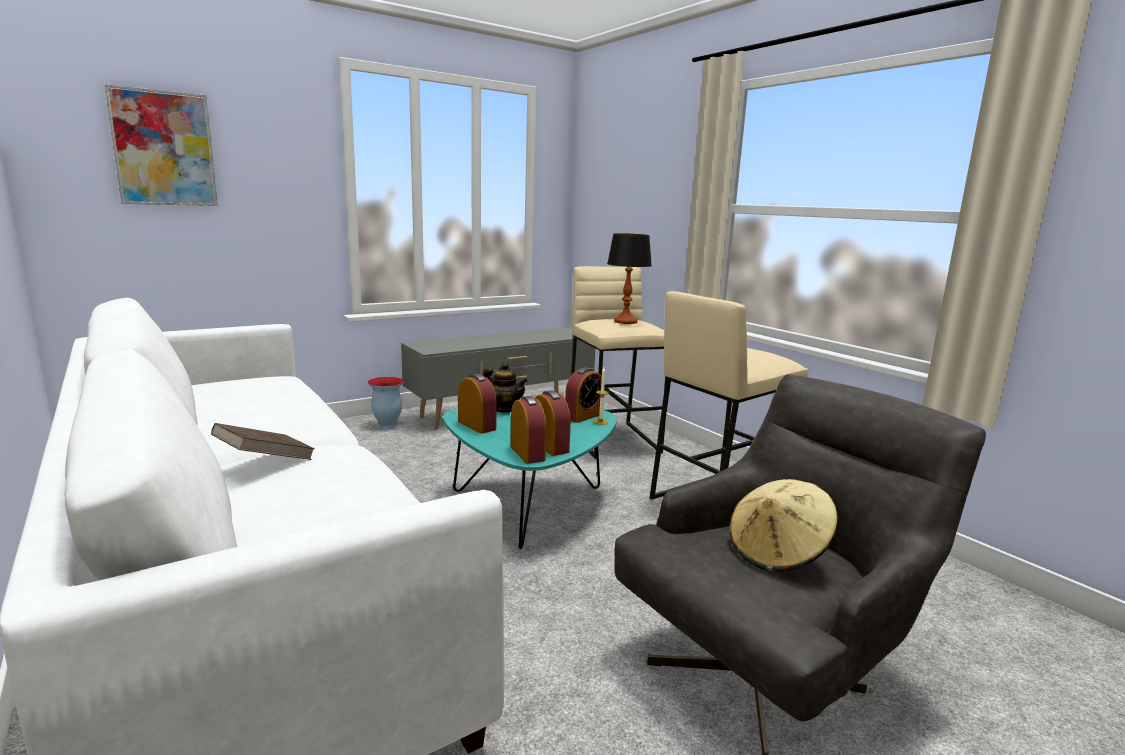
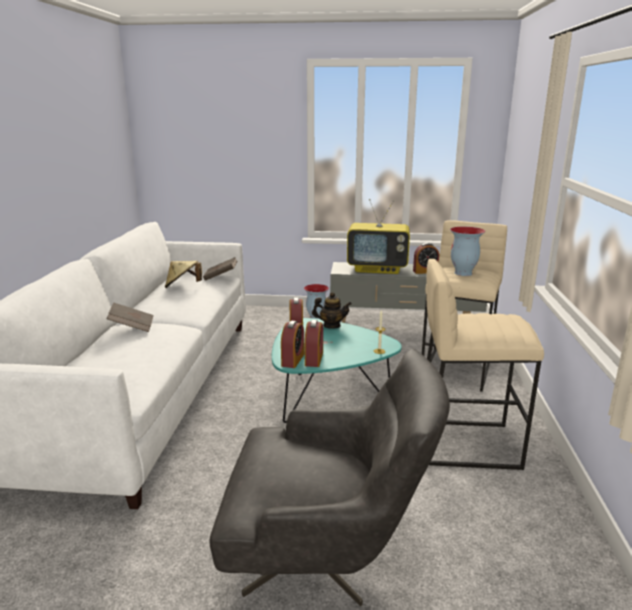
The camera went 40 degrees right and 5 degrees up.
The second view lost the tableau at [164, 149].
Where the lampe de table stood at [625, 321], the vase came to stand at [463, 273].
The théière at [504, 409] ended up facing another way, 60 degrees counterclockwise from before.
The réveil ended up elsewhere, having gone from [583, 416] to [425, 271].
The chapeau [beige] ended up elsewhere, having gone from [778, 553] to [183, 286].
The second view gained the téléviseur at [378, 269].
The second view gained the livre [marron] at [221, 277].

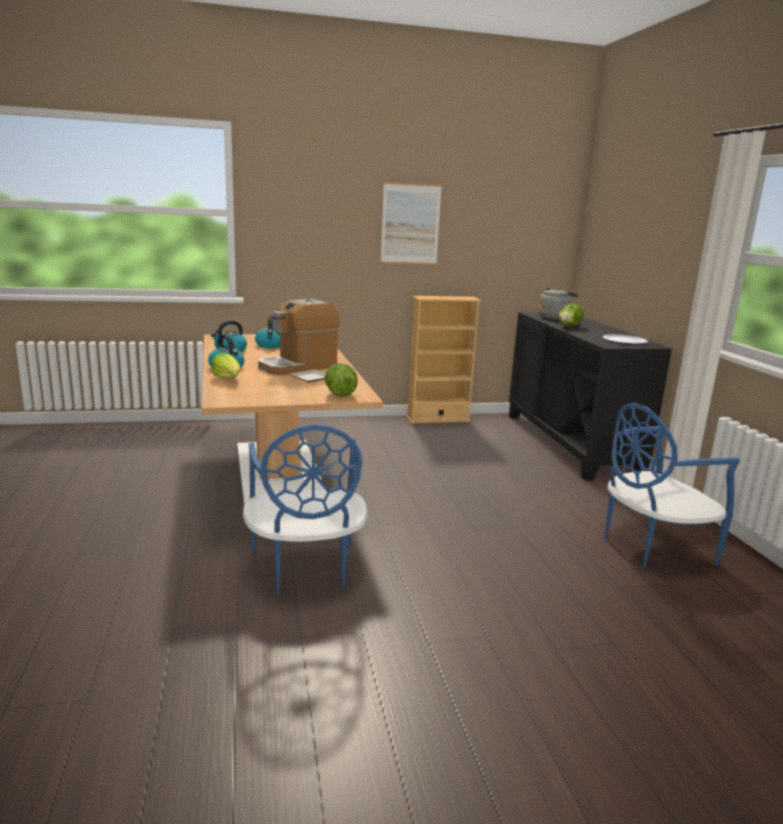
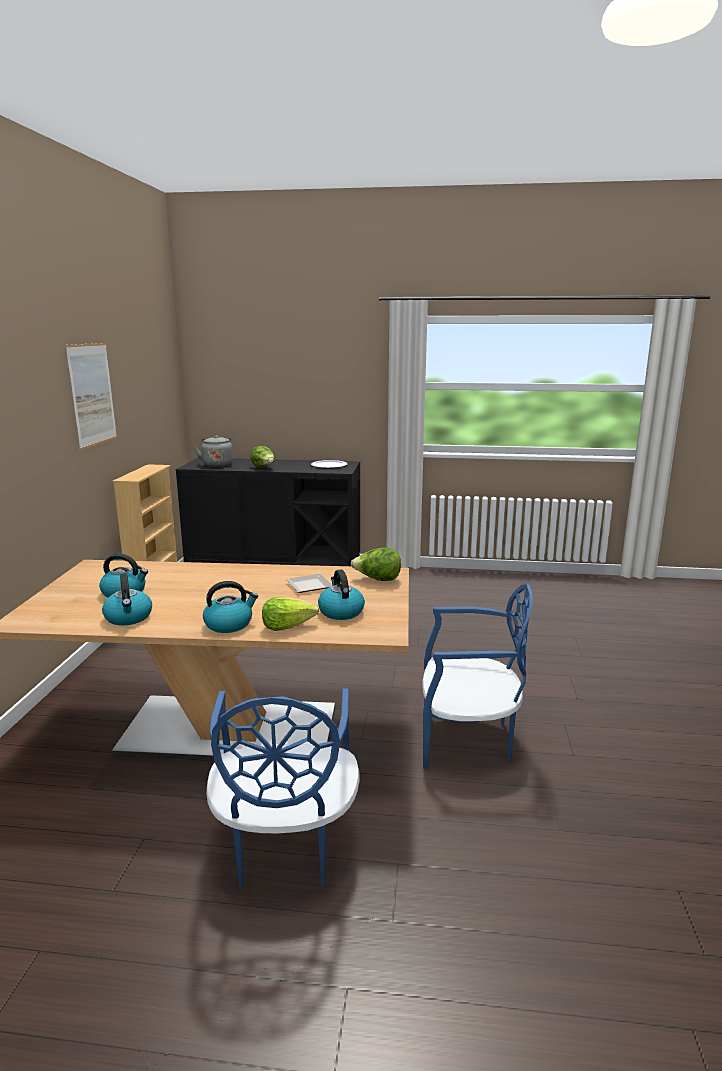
The camera went 70 degrees left and 0 degrees up.
The second view lost the machine à café at [298, 366].
The chaise [bleu] ended up elsewhere, having gone from [651, 547] to [285, 847].
The second view gained the bouilloire at [340, 612].

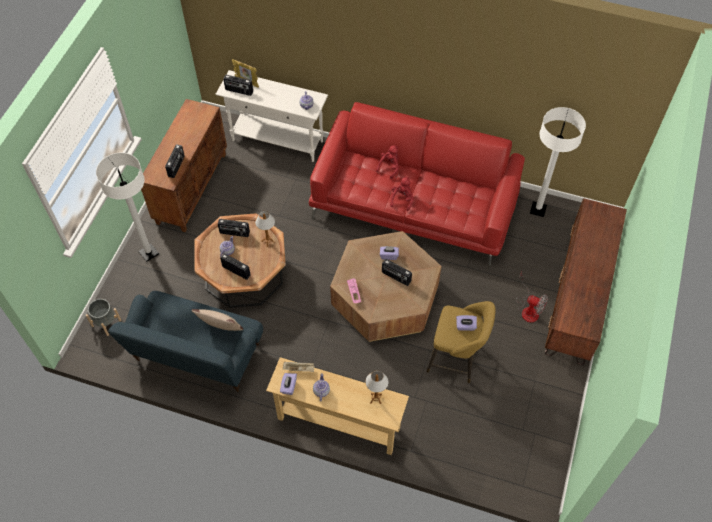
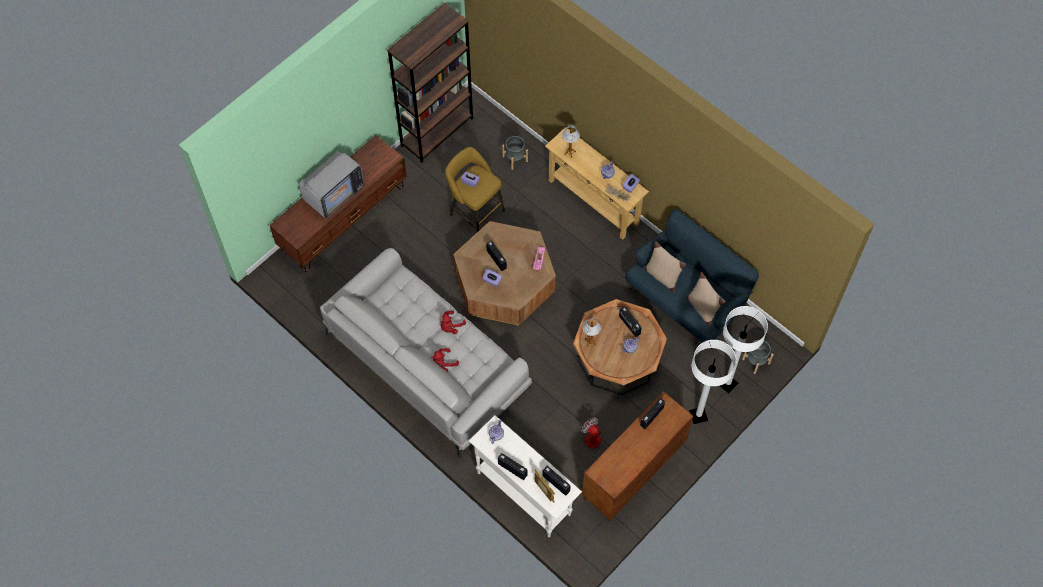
The camera went 155 degrees left and 5 degrees up.
What was the canapé [rouge] at [415, 203] turned into the canapé [gris] at [426, 362].
The lampadaire [blanc] ended up elsewhere, having gone from [538, 210] to [727, 384].
The radio ended up elsewhere, having gone from [234, 233] to [512, 469].
The ventilateur ended up elsewhere, having gone from [528, 309] to [591, 446].
The second view gained the bibliothèque [marron] at [437, 131].
The second view gained the cache-pot [gris] at [515, 158].
The second view gained the téléviseur at [333, 194].
The second view gained the coussin [beige] at [702, 308].

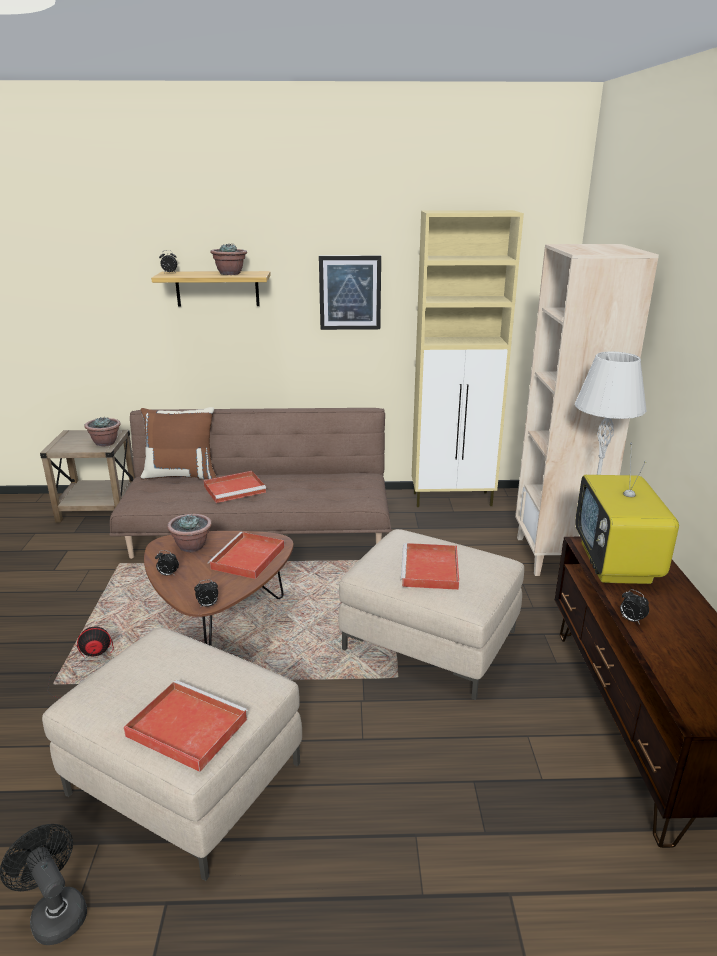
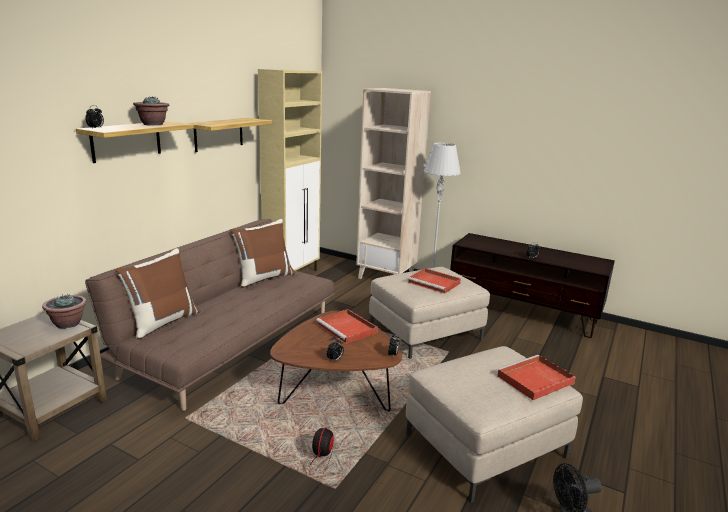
The camera went 60 degrees left and 5 degrees down.
Where the tableau hung at [350, 292], the étagère came to hang at [219, 134].
The second view lost the téléviseur at [616, 564].
The second view lost the plateau [rouge] at [235, 489].
The second view lost the plante en pot at [192, 546].
The second view gained the coussin [marron] at [264, 278].

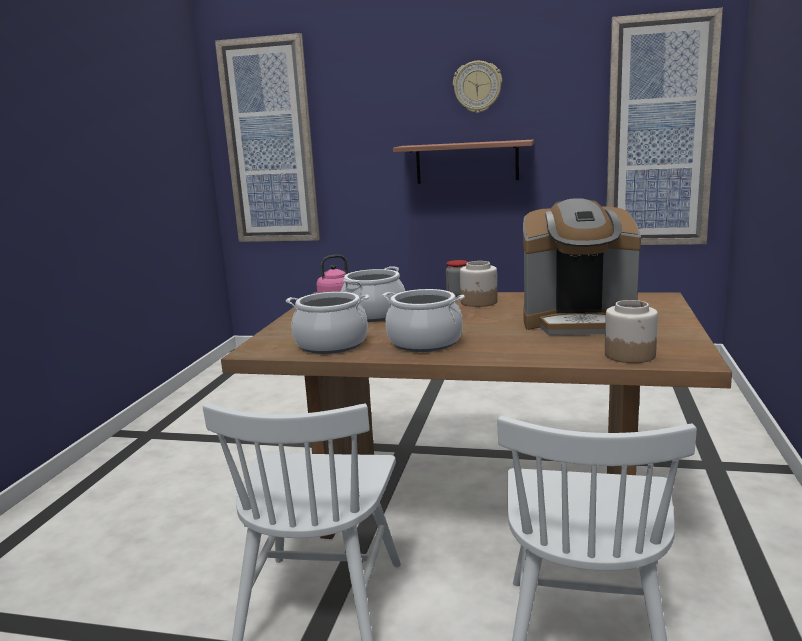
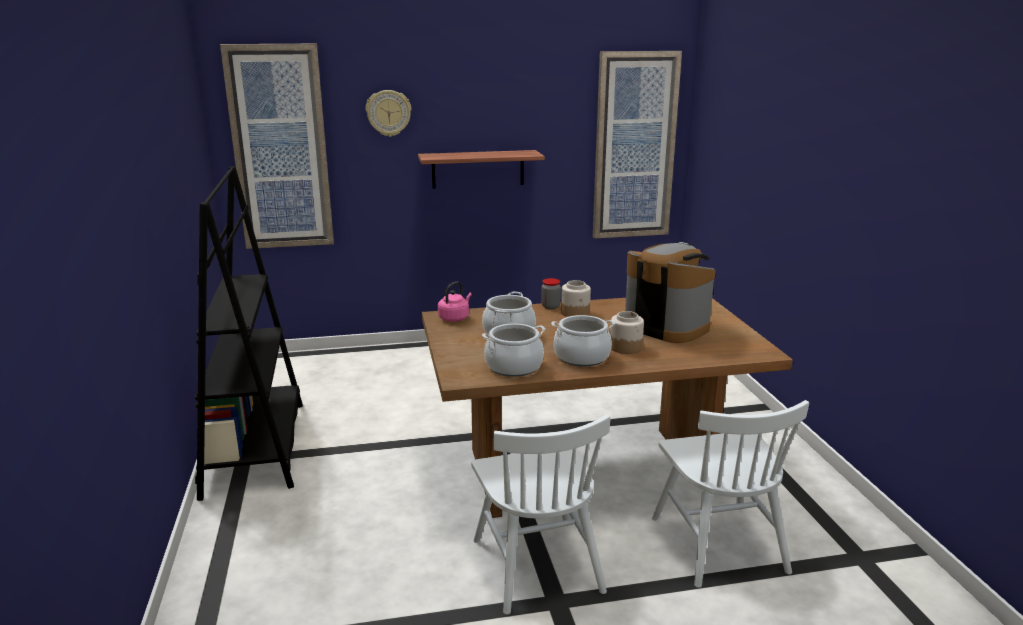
The camera went 25 degrees left and 5 degrees up.
The horloge murale ended up elsewhere, having gone from [477, 87] to [388, 113].
The machine à café at [578, 322] ended up facing another way, 120 degrees counterclockwise from before.
The bocal ended up elsewhere, having gone from [630, 355] to [626, 347].
The second view gained the bibliothèque [noir] at [256, 448].

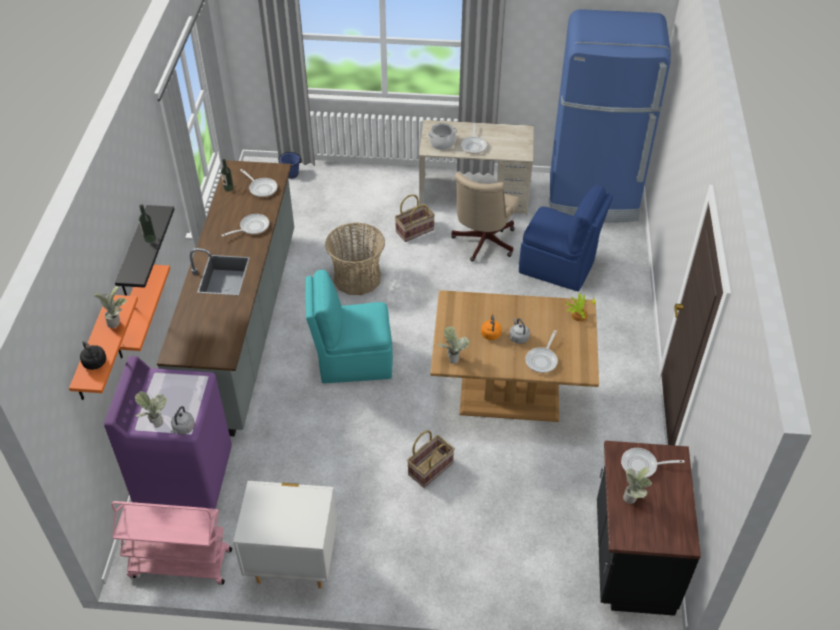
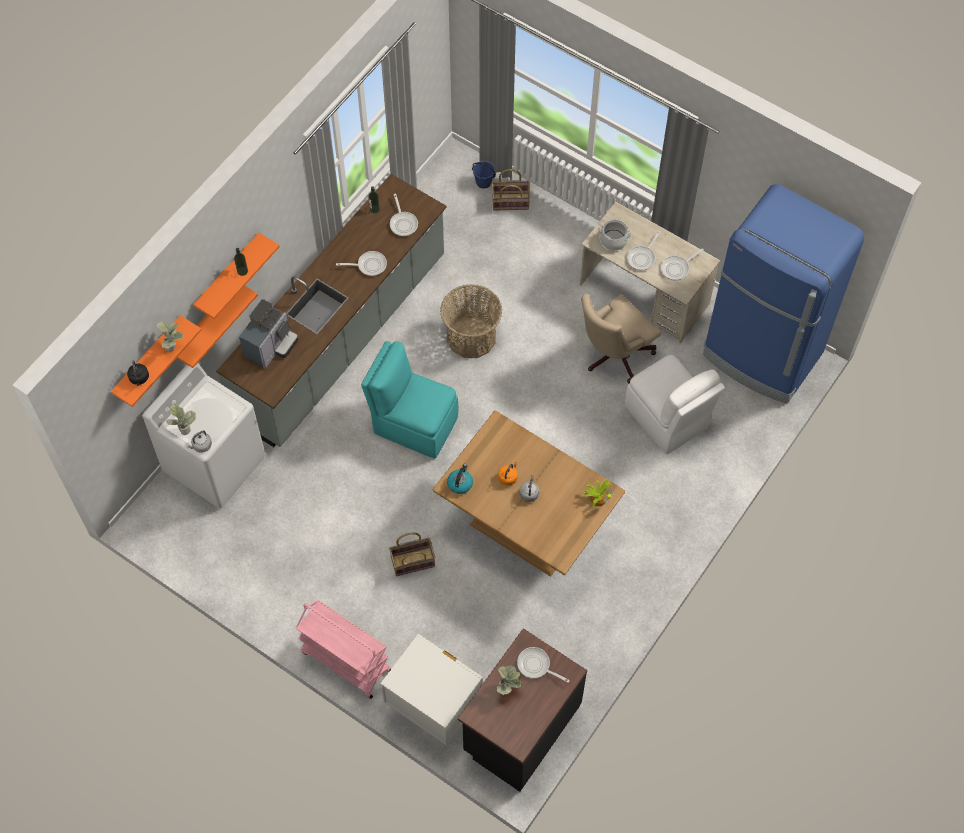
The camera went 30 degrees right and 15 degrees up.
What was the chaise [bleu] at [558, 268] turned into the chaise [blanc] at [667, 419].
The panier ended up elsewhere, having gone from [414, 230] to [510, 201].
What was the étagère [noir] at [134, 254] turned into the étagère [orange] at [228, 275].
Where the plante en pot stood at [452, 357], the bouilloire came to stand at [460, 483].
The poêle ended up elsewhere, having gone from [542, 360] to [677, 268].
What was the lave-linge [violet] at [184, 476] turned into the lave-linge [blanc] at [215, 464].
The table de chevet [blanc] ended up elsewhere, having gone from [293, 563] to [433, 708].
The chariot [rose] ended up elsewhere, having gone from [179, 564] to [345, 661].
The second view gained the machine à café at [271, 346].

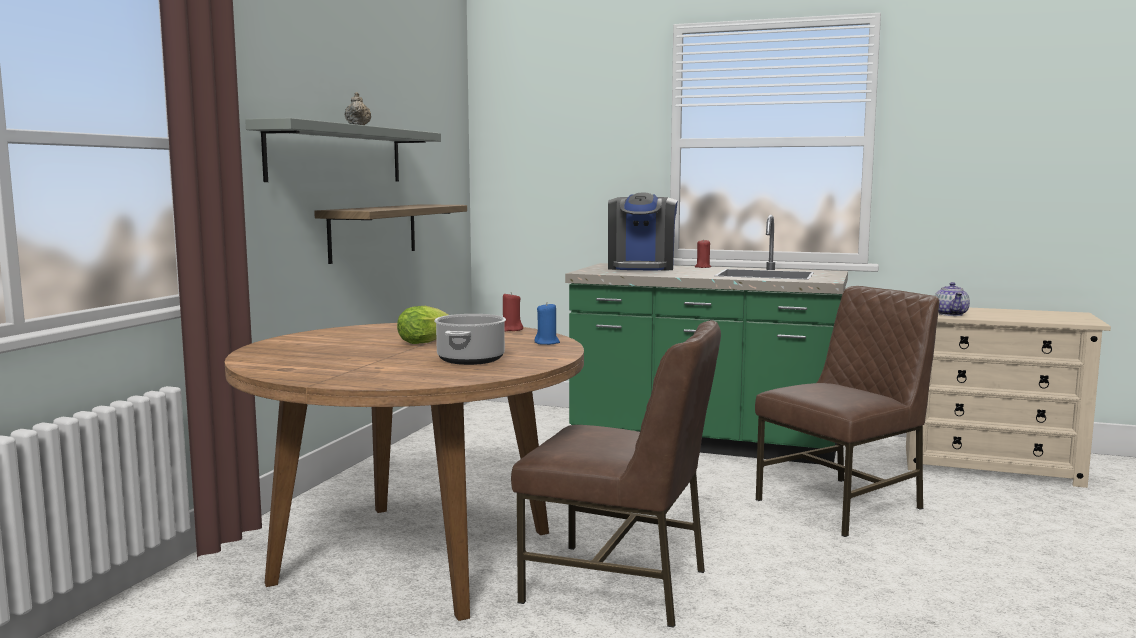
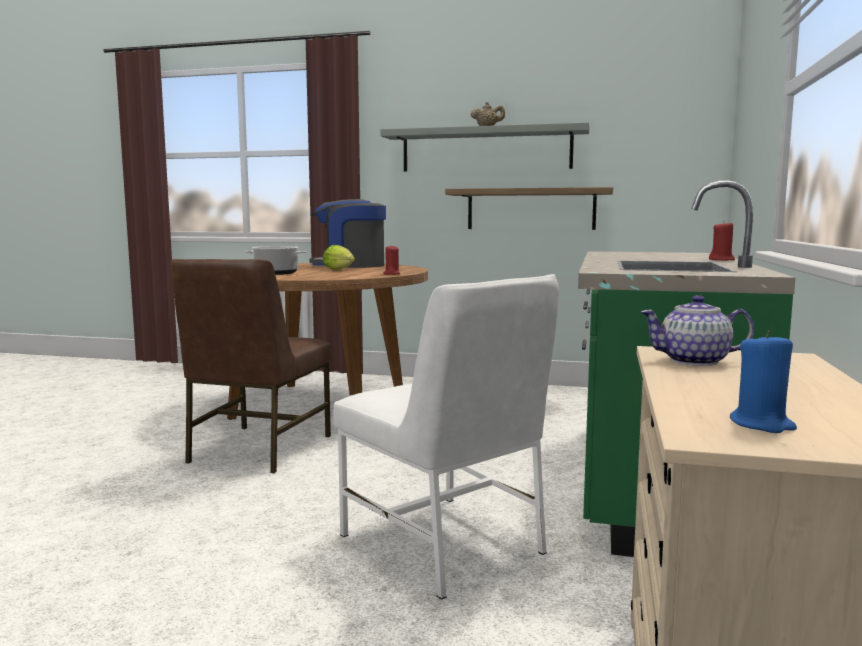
The camera went 85 degrees right and 0 degrees up.
The machine à café ended up elsewhere, having gone from [641, 268] to [350, 265].
What was the chaise [marron] at [843, 504] turned into the chaise [blanc] at [445, 544].
The bougie [bleu] ended up elsewhere, having gone from [547, 343] to [761, 424].

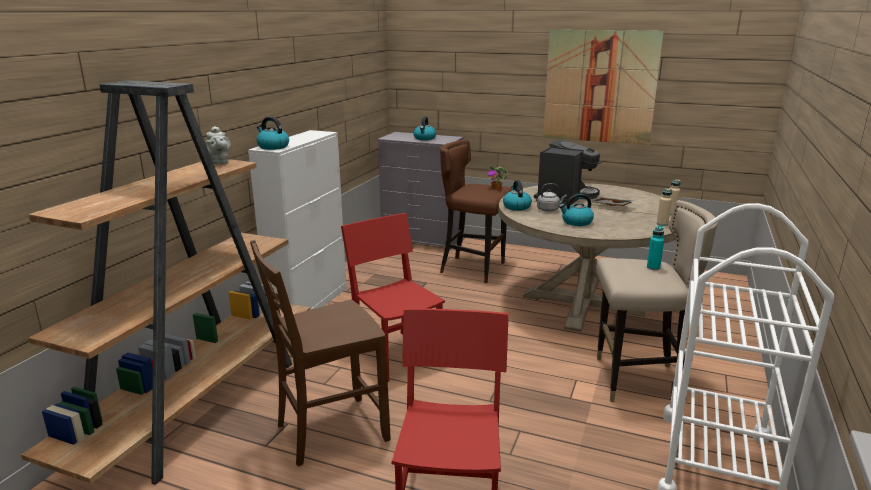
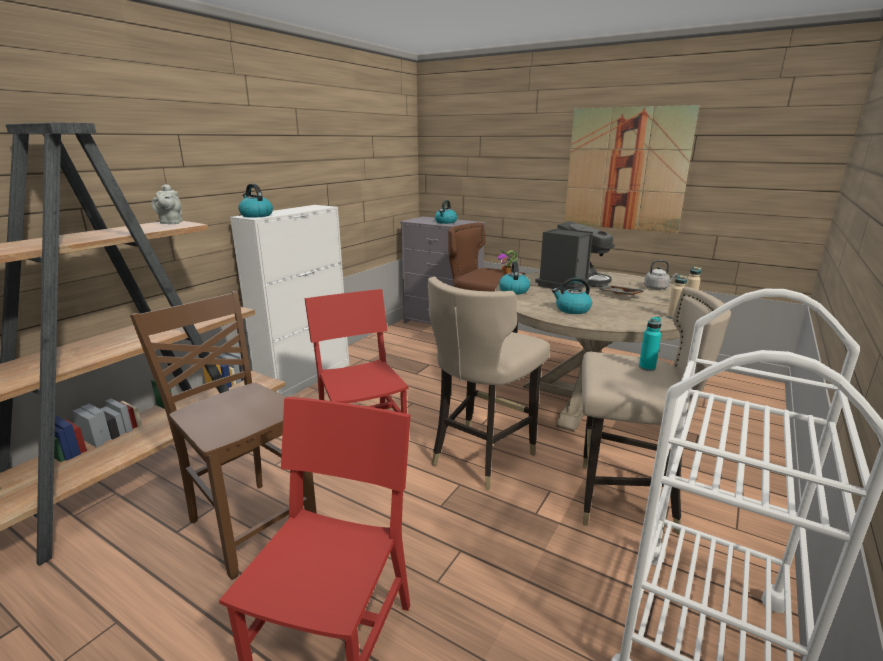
The camera went 10 degrees right and 0 degrees up.
The bouilloire [gris] ended up elsewhere, having gone from [549, 209] to [657, 288].
The chaise [marron] at [329, 431] ended up facing another way, 60 degrees clockwise from before.
The second view gained the tabouret [beige] at [481, 456].

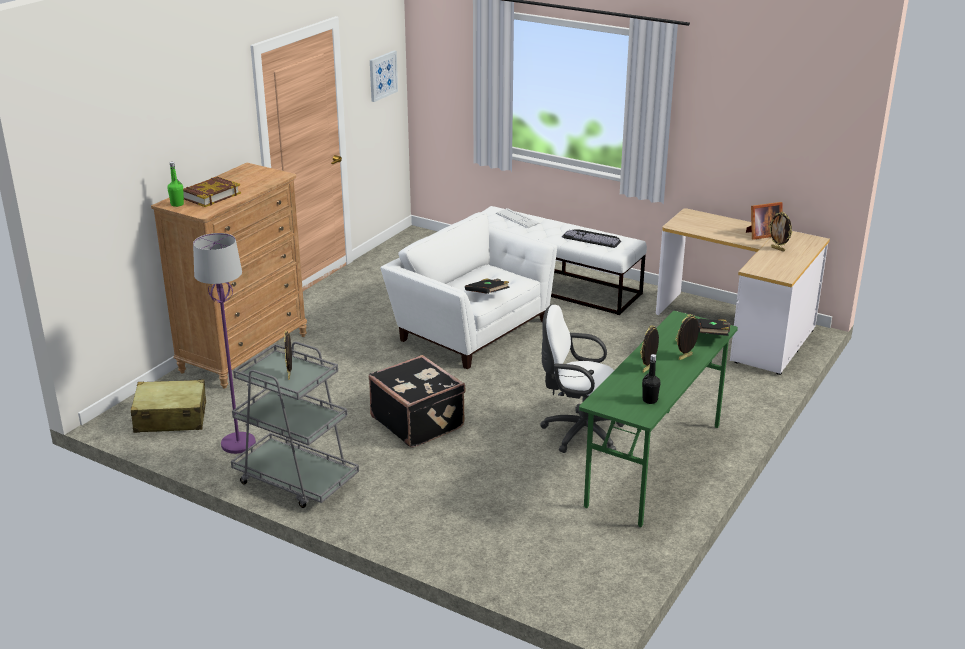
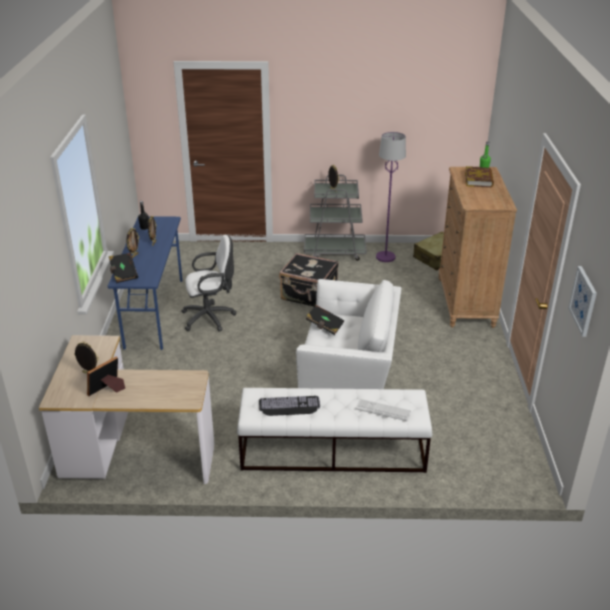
The camera went 150 degrees right and 5 degrees up.
What was the bureau [vert] at [655, 465] turned into the bureau [bleu] at [154, 312].

